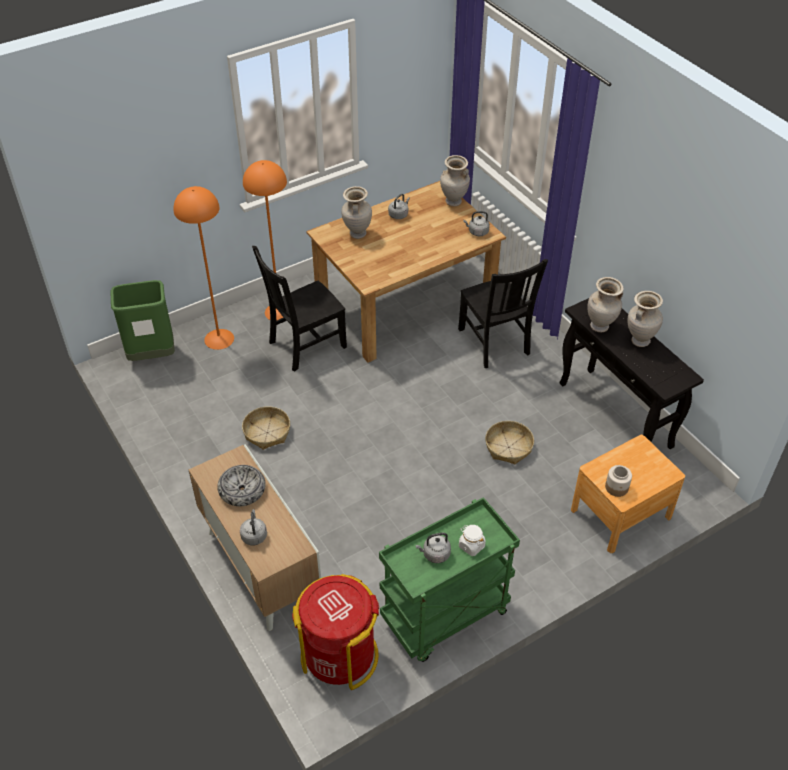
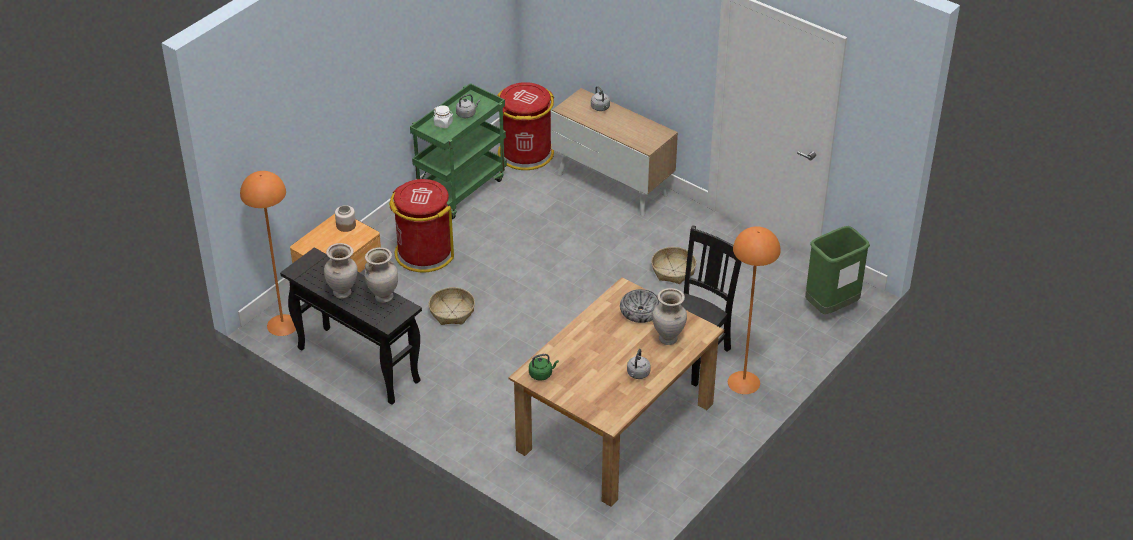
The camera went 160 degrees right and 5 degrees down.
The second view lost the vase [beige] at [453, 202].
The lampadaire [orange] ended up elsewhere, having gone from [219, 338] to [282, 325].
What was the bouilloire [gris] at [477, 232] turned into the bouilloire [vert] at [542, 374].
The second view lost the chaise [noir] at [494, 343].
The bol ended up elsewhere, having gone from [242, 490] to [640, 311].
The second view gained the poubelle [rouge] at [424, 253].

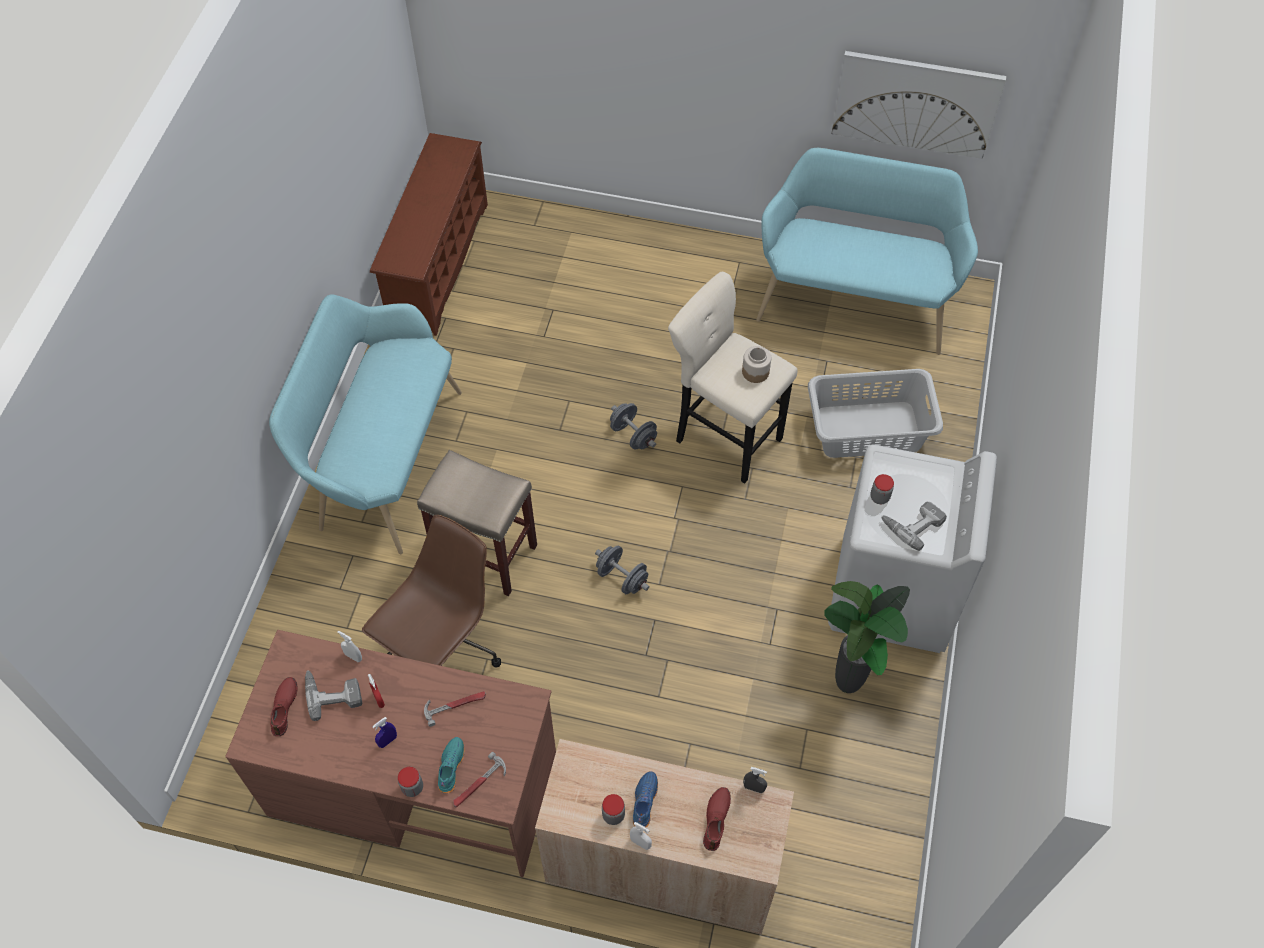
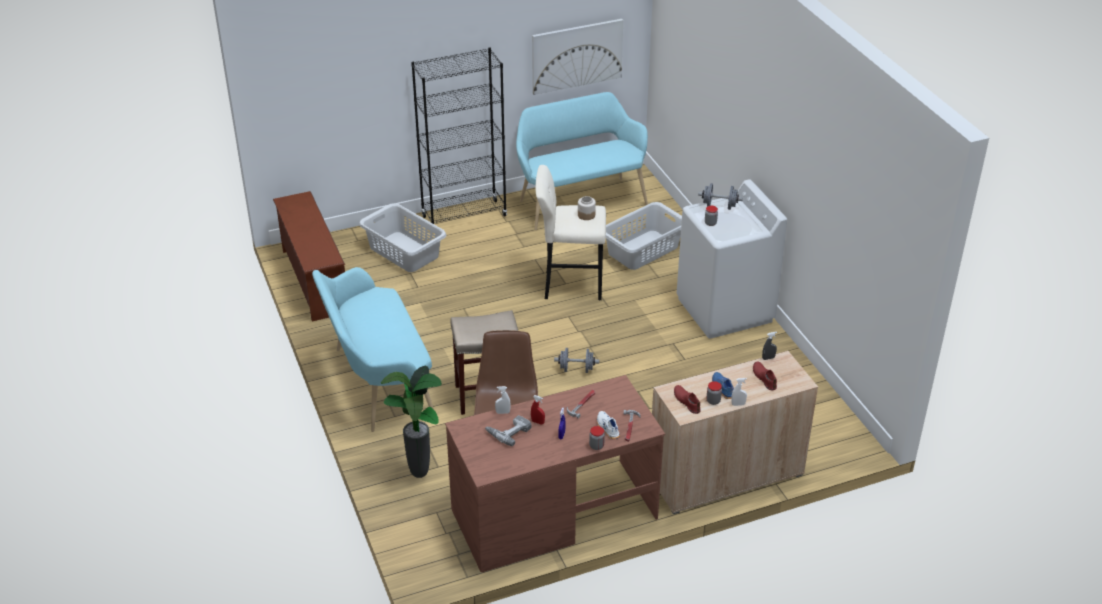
The camera went 35 degrees left and 20 degrees down.
The haltère [gris] ended up elsewhere, having gone from [633, 435] to [719, 206].
The second view lost the perceuse at [912, 523].
The plante en pot ended up elsewhere, having gone from [848, 687] to [420, 475].
The chaussure [rouge] ended up elsewhere, having gone from [284, 708] to [687, 401].
What was the chaussure [turquoise] at [450, 767] turned into the chaussure [blanc] at [607, 428].
The second view gained the bibliothèque [noir] at [464, 216].
The second view gained the panier à linge [gris] at [404, 252].

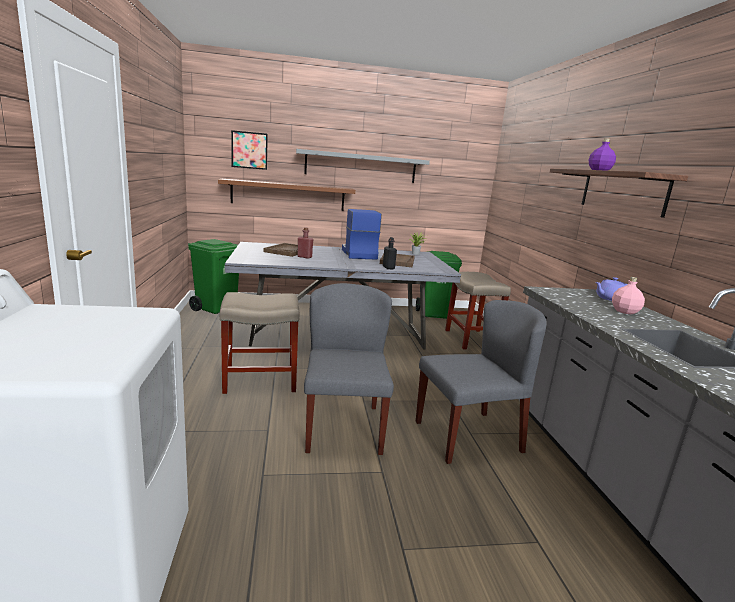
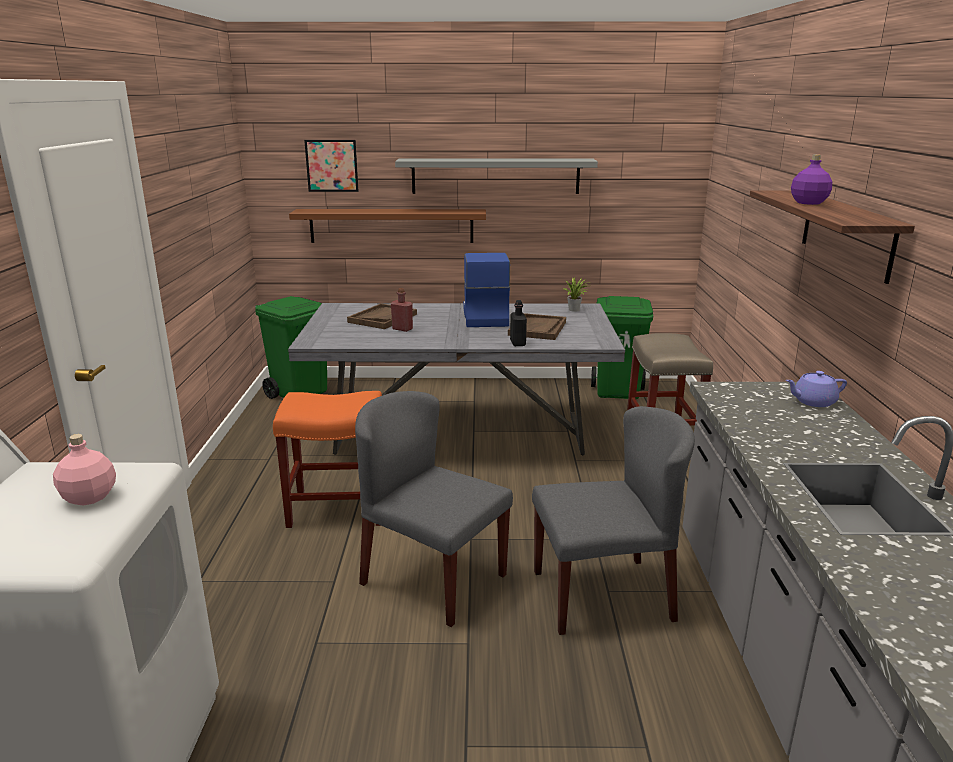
The camera went 10 degrees right and 5 degrees up.
The bouteille [rose] ended up elsewhere, having gone from [625, 311] to [90, 497].
The chaise [gris] at [343, 427] ended up facing another way, 60 degrees counterclockwise from before.
What was the tabouret [beige] at [259, 380] turned into the tabouret [orange] at [336, 508].

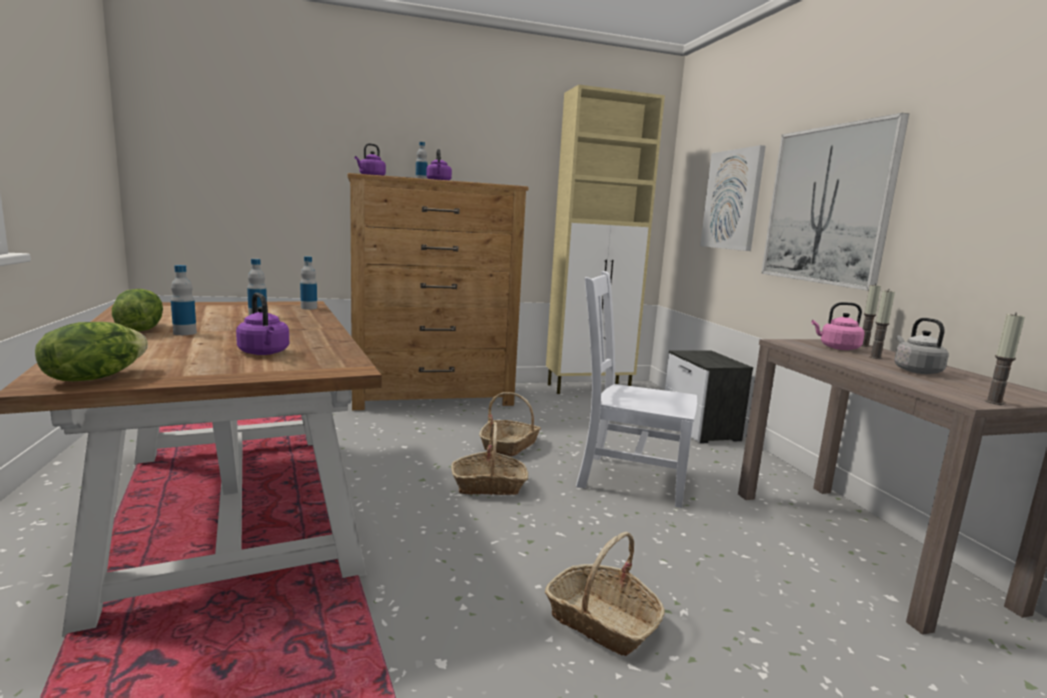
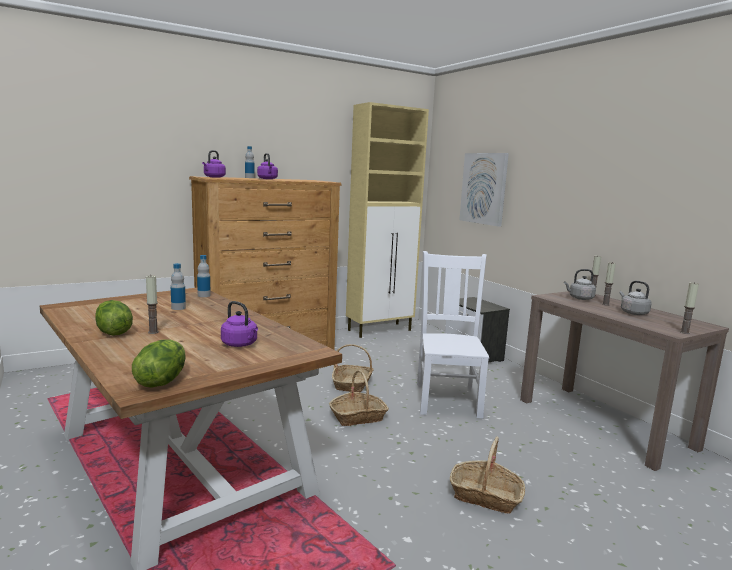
The camera went 15 degrees left and 0 degrees up.
The second view lost the tableau at [827, 205].
Where the bouteille stood at [185, 333], the bougie came to stand at [153, 332].
The chaise [blanc] at [628, 478] ended up facing another way, 90 degrees clockwise from before.
What was the bouilloire [rose] at [837, 348] turned into the bouilloire [gris] at [579, 298].

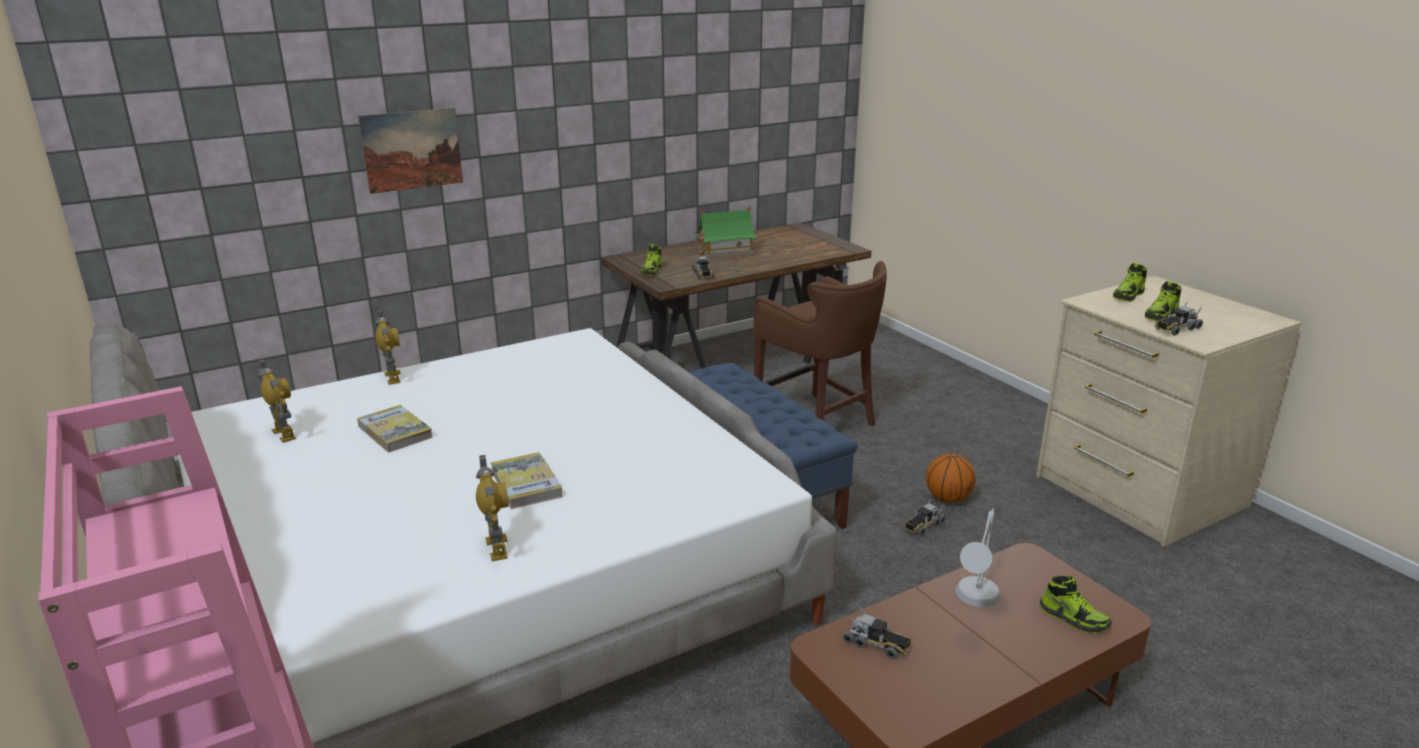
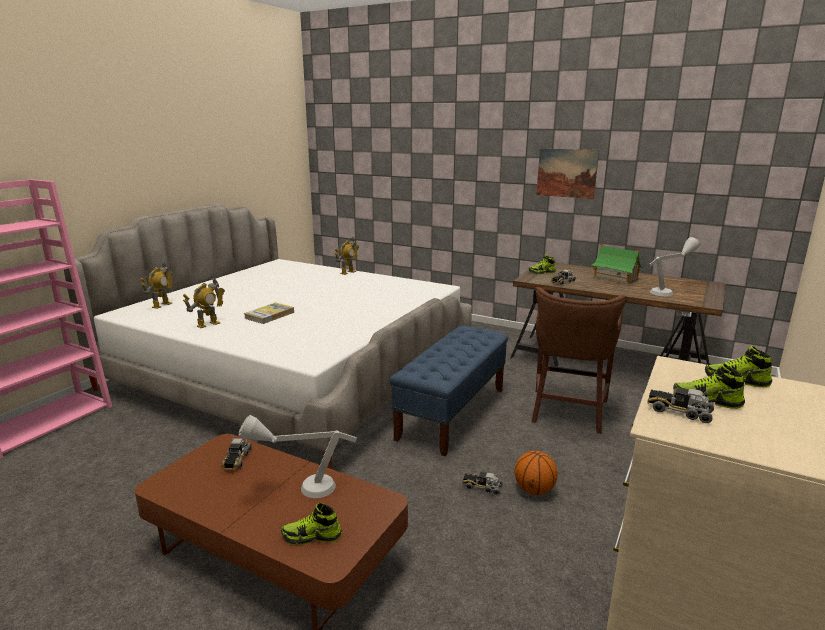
The camera went 60 degrees right and 5 degrees down.
The tableau ended up elsewhere, having gone from [412, 150] to [566, 173].
The robot jouet ended up elsewhere, having gone from [284, 434] to [161, 305].
The second view lost the livre at [395, 432].
The chaussure at [1073, 618] ended up facing another way, 75 degrees clockwise from before.
The second view gained the lampe de table [gris] at [668, 291].

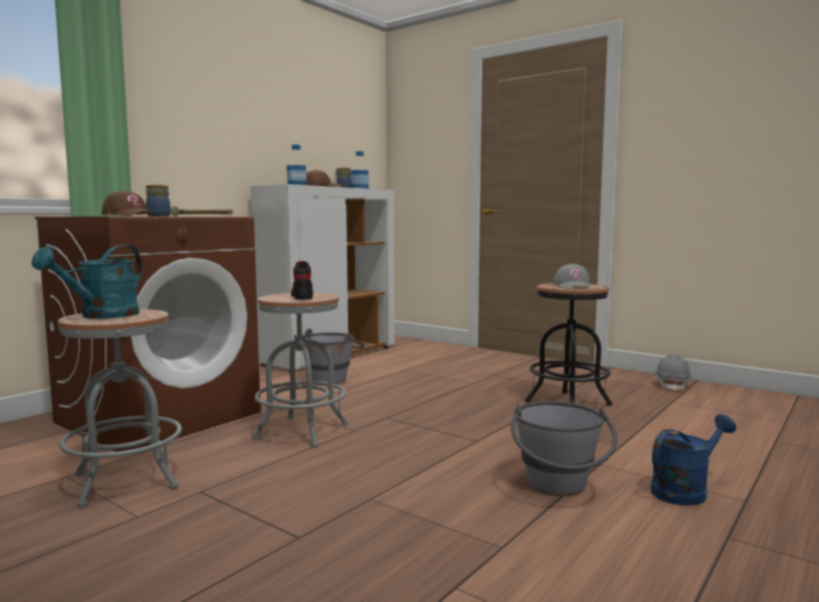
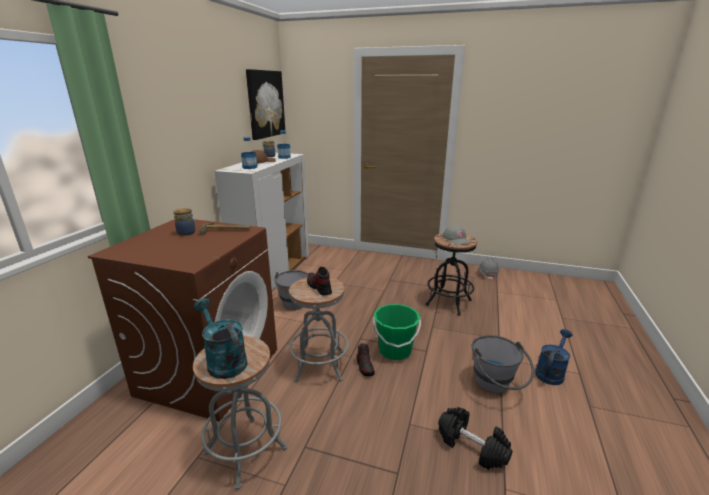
The camera went 20 degrees left and 15 degrees up.
The second view lost the casquette [marron] at [129, 216].
The arrosoir [turquoise] at [102, 316] ended up facing another way, 135 degrees clockwise from before.
The second view gained the tableau at [265, 104].
The second view gained the seau [vert] at [395, 350].
The second view gained the chaussure at [365, 367].
The second view gained the haltère [noir] at [472, 446].

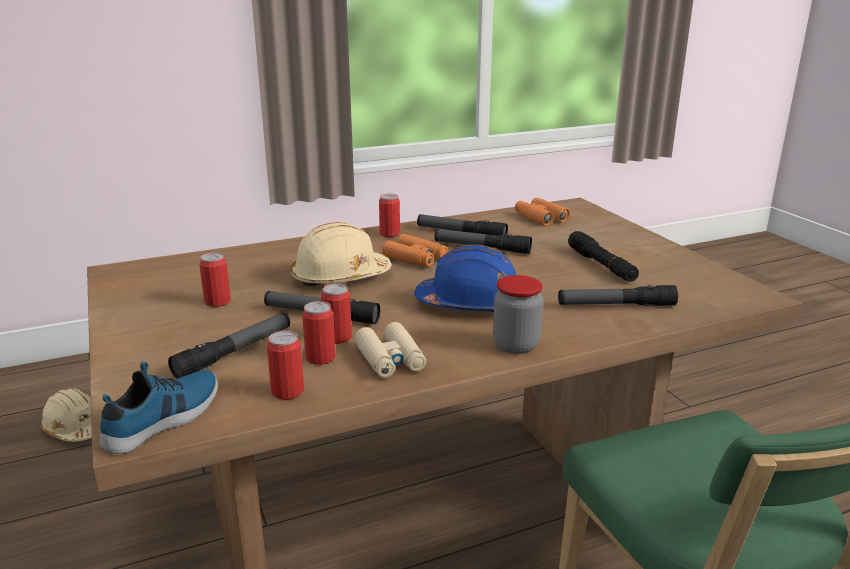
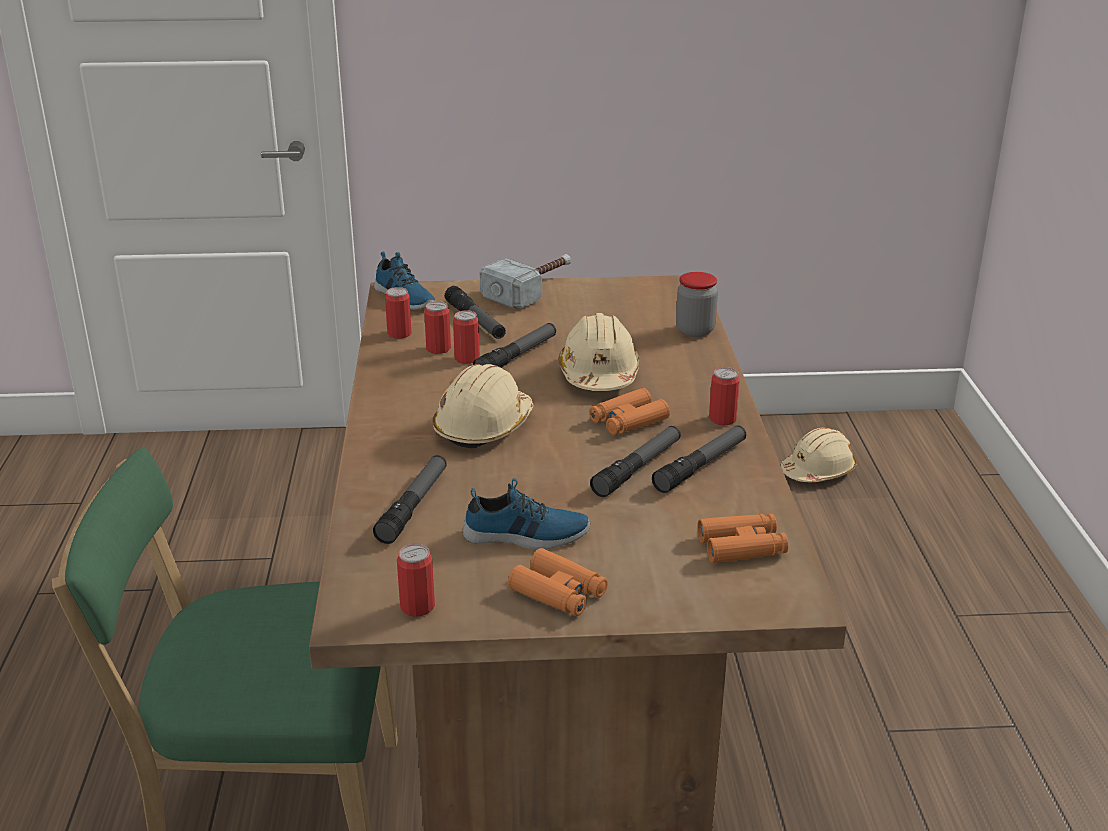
The camera went 110 degrees right and 5 degrees up.
Where the lampe de poche [noir] stood at [601, 265], the chaussure came to stand at [526, 535].
What was the casque de chantier [bleu] at [470, 304] turned into the casque de chantier [beige] at [483, 427].
The boîte métallique ended up elsewhere, having gone from [217, 302] to [417, 607].
The bocal ended up elsewhere, having gone from [516, 345] to [695, 331].
The second view lost the jumelles [beige] at [390, 359].
The second view gained the marteau at [533, 289].
The second view gained the jumelles [orange] at [558, 592].

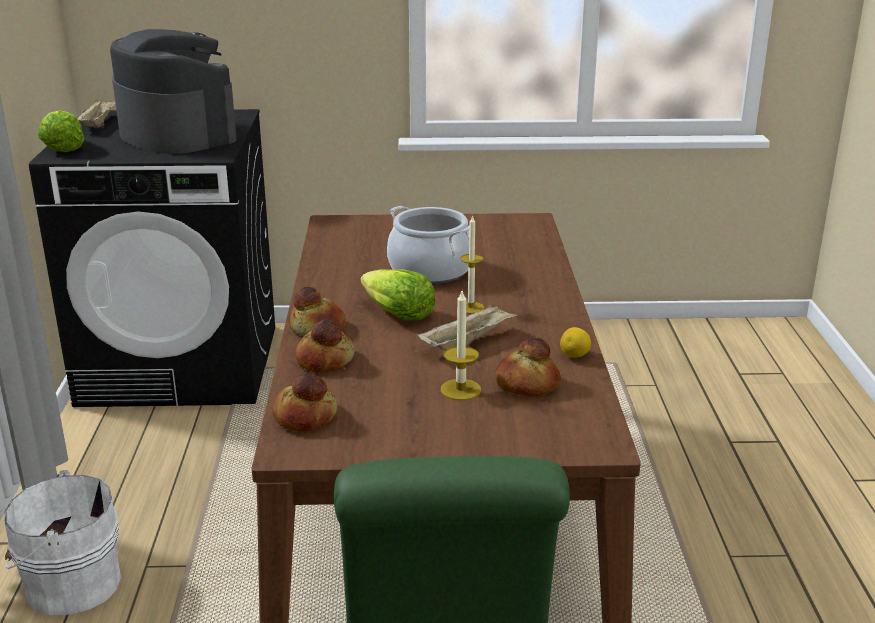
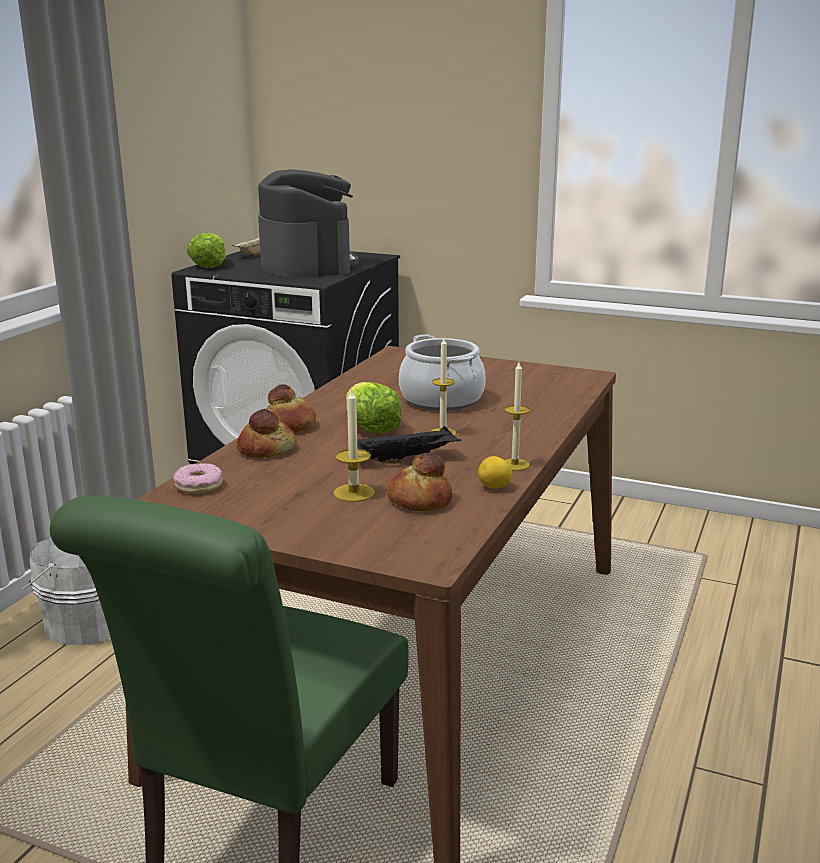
The camera went 25 degrees right and 5 degrees down.
What was the plateau [beige] at [467, 342] turned into the plateau [noir] at [405, 459].
Where the pain stood at [304, 416], the beignet came to stand at [199, 486].
The second view gained the bougie at [515, 464].

